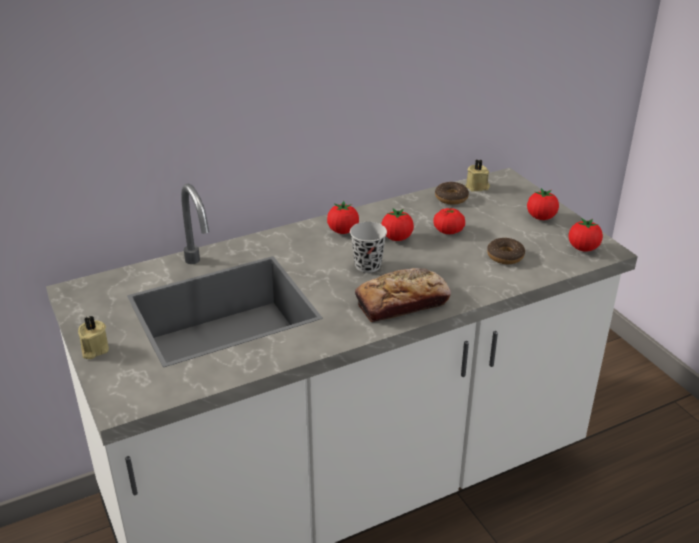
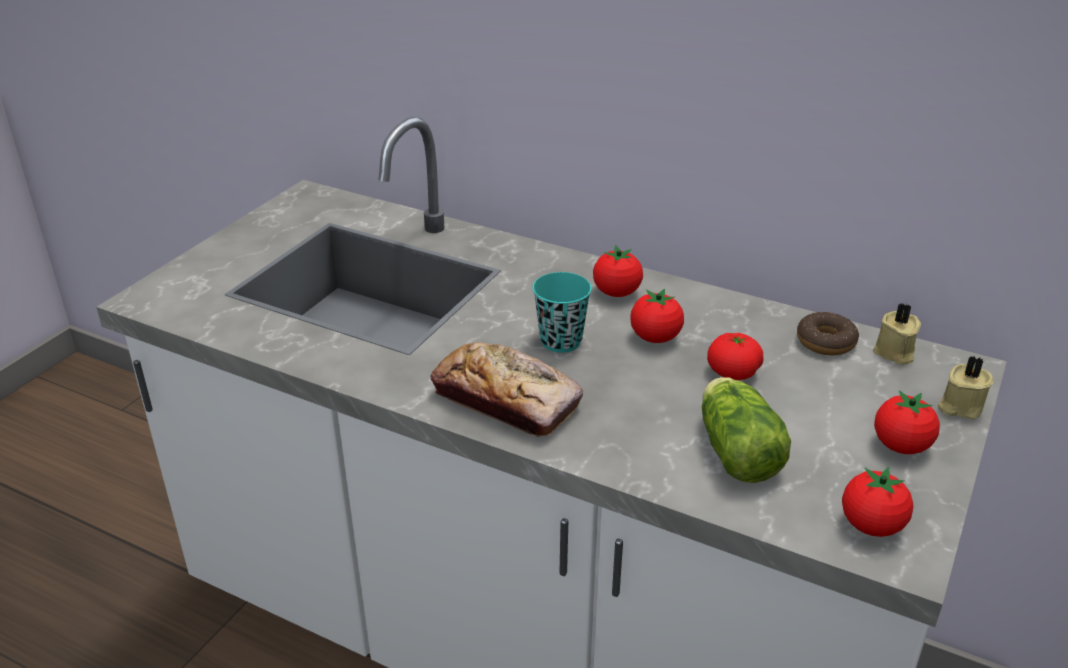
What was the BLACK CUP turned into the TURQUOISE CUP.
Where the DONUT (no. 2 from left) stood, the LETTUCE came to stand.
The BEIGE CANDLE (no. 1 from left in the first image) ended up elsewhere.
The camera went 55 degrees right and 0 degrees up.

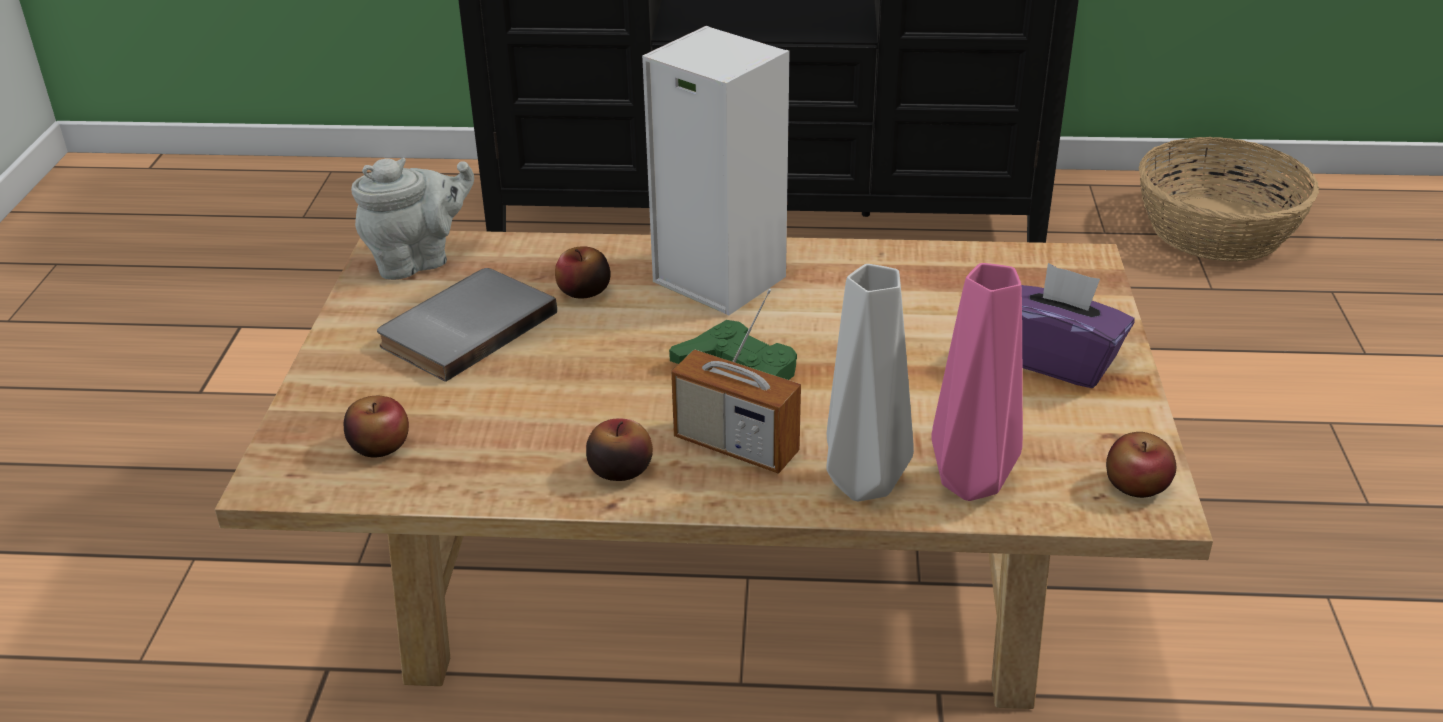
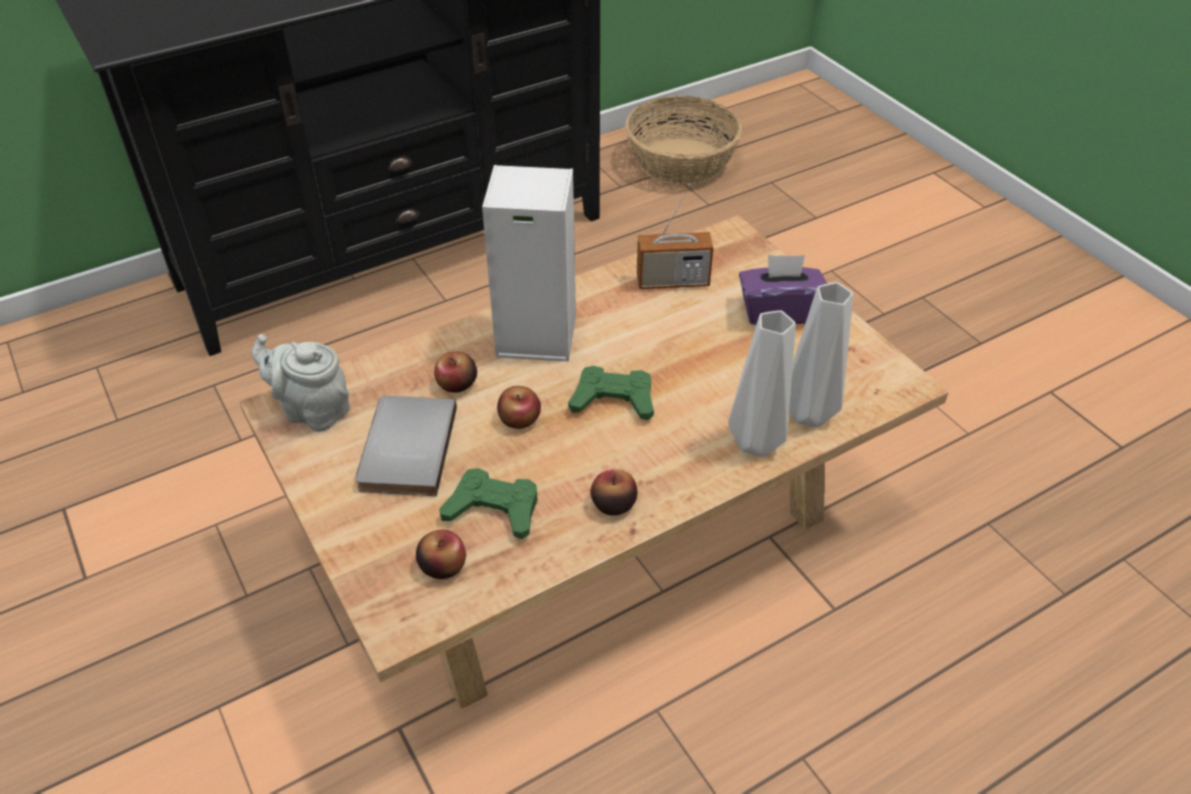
The GREY TEAPOT ended up facing another way, 90 degrees counterclockwise from before.
What was the PINK VASE turned into the GREY VASE (no. 2 from left).
The RADIO ended up elsewhere.
The APPLE (no. 4 from left in the first image) ended up elsewhere.
The second view gained the GREEN GAME CONTROLLER (no. 1 from left).
The camera went 35 degrees left and 10 degrees up.

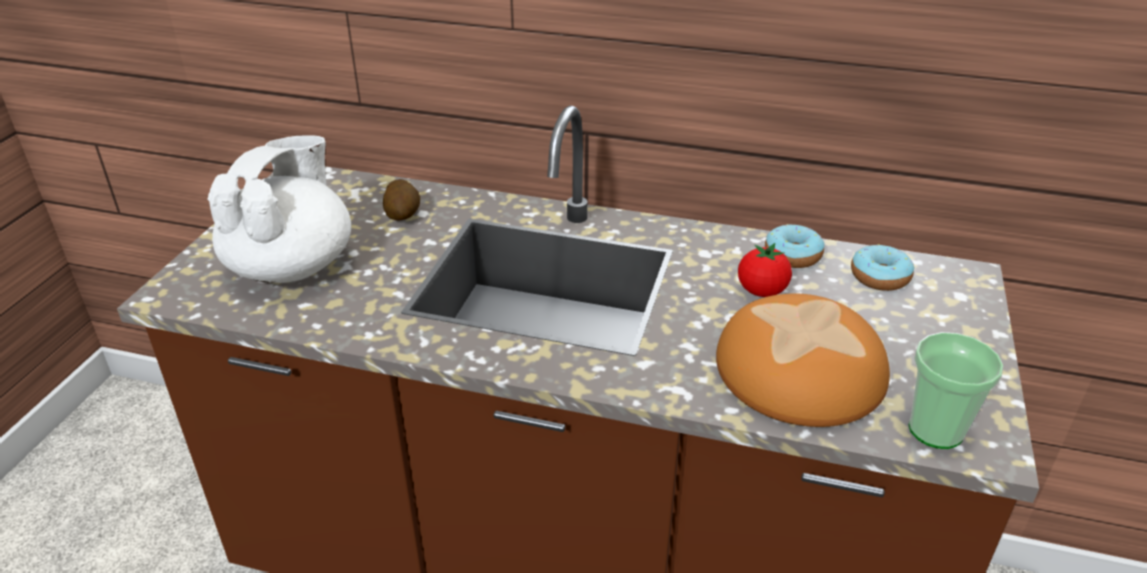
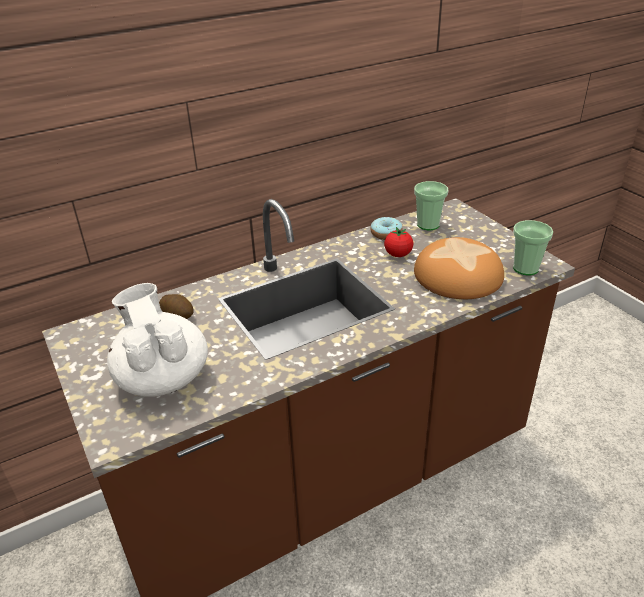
Where the DONUT (no. 2 from left) stood, the CUP (no. 1 from left) came to stand.
The camera went 45 degrees left and 0 degrees up.

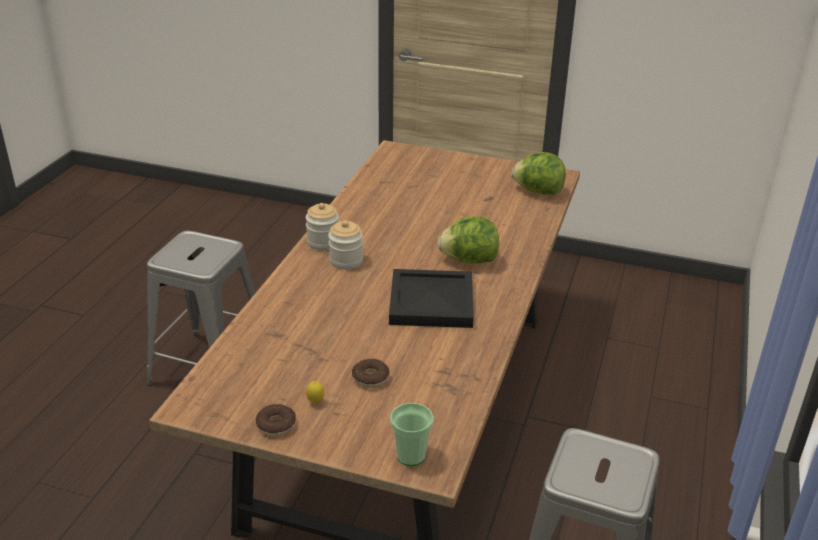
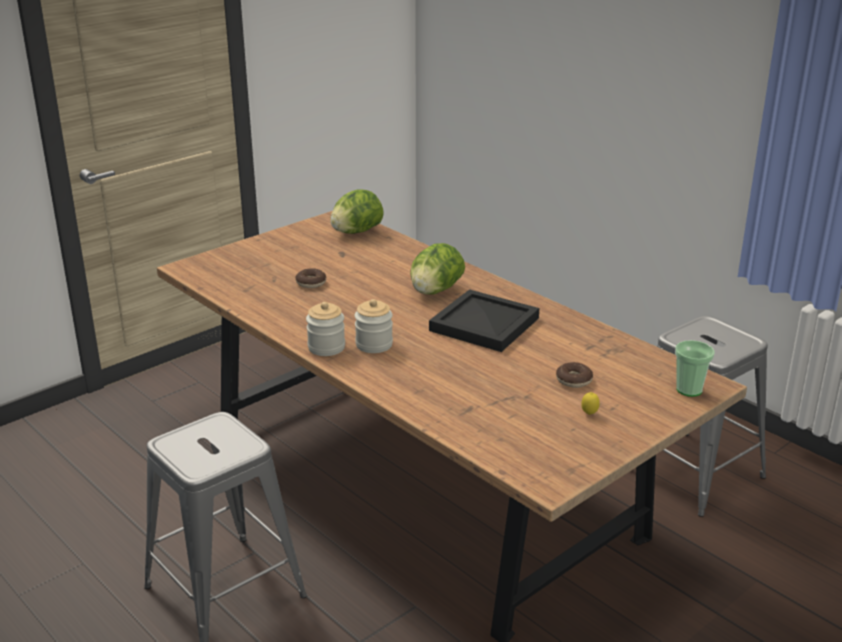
The DONUT (no. 1 from left) ended up elsewhere.
The camera went 60 degrees left and 5 degrees down.

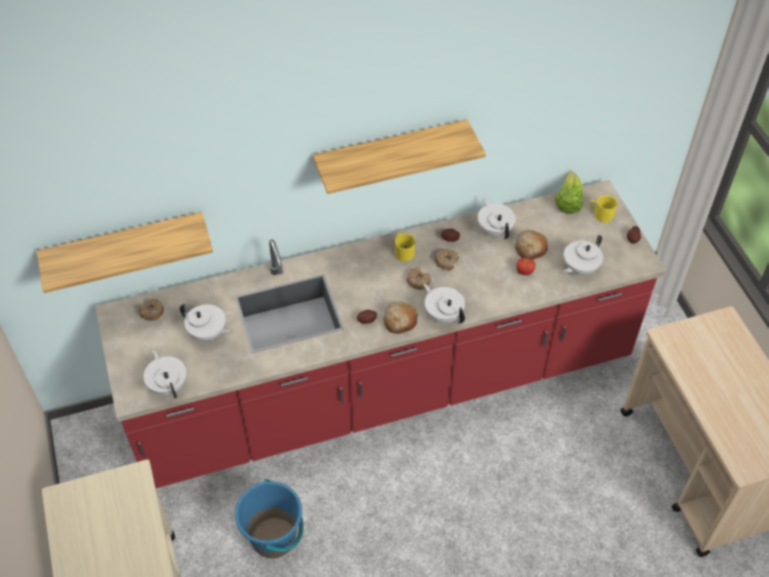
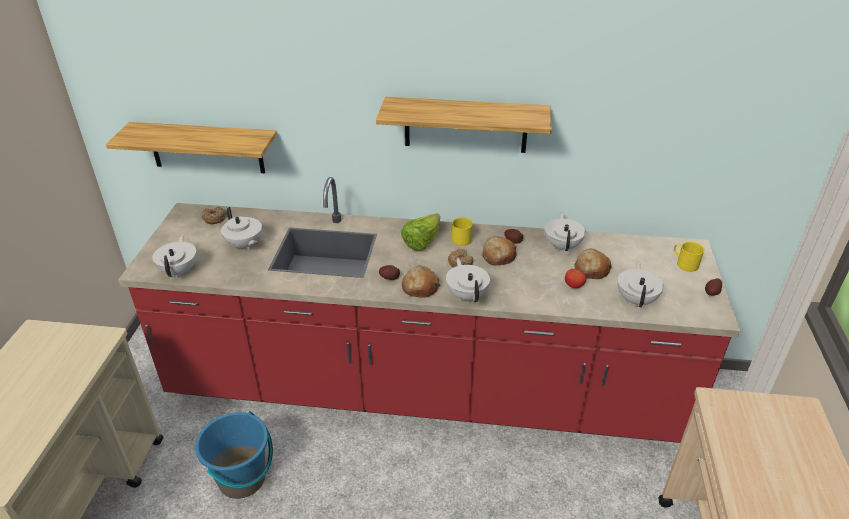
The LETTUCE ended up elsewhere.
The WHITE TEAPOT (no. 5 from left) ended up facing another way, 120 degrees clockwise from before.
Where the DONUT (no. 3 from left) stood, the BREAD (no. 2 from left) came to stand.
The camera went 25 degrees right and 15 degrees down.

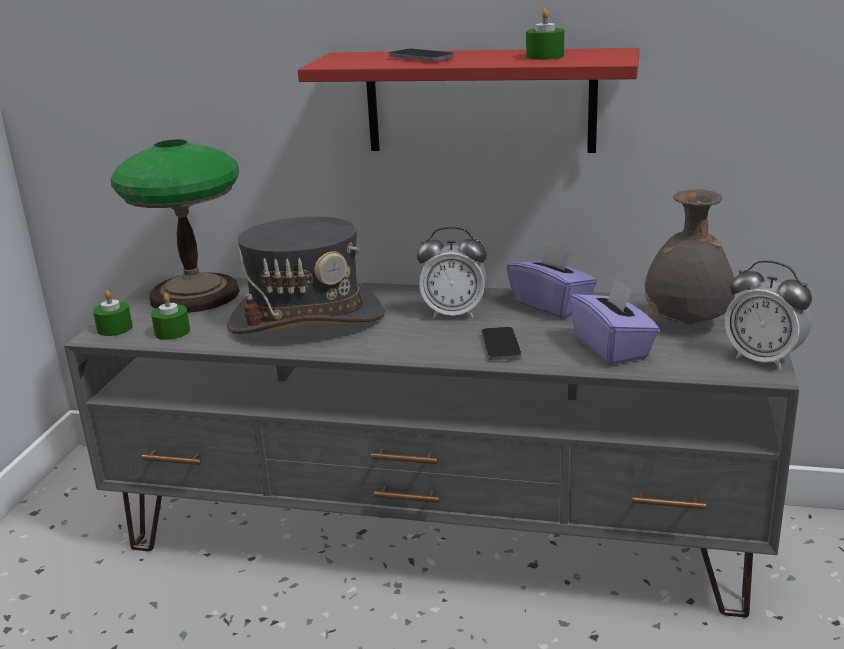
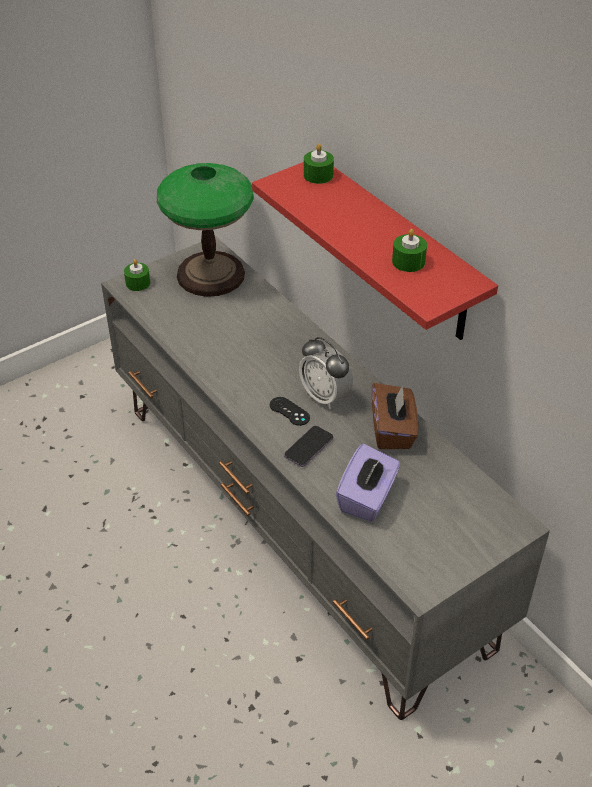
The second view lost the PHONE (no. 1 from left).
The second view lost the GREY VASE.
The second view lost the GREY HAT.
What was the PURPLE TISSUE BOX (no. 1 from left) turned into the BROWN TISSUE BOX.
The second view lost the ALARM CLOCK (no. 2 from left).
The GREEN CANDLE (no. 2 from left) ended up elsewhere.
The second view gained the BLACK GAME CONTROLLER.
The camera went 40 degrees right and 20 degrees up.

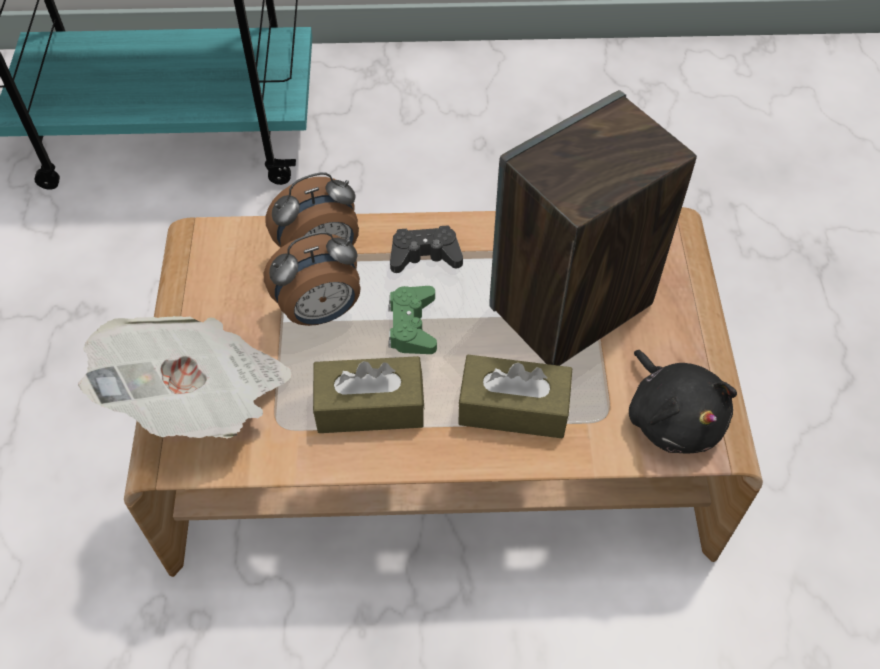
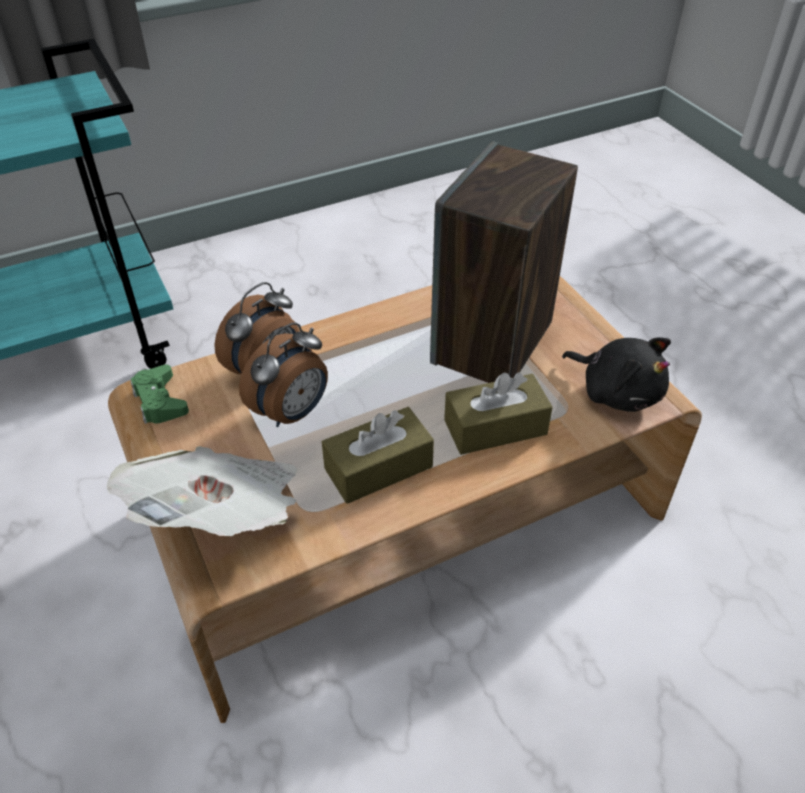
The second view lost the BLACK GAME CONTROLLER.
The GREEN GAME CONTROLLER ended up elsewhere.
The camera went 25 degrees left and 10 degrees down.

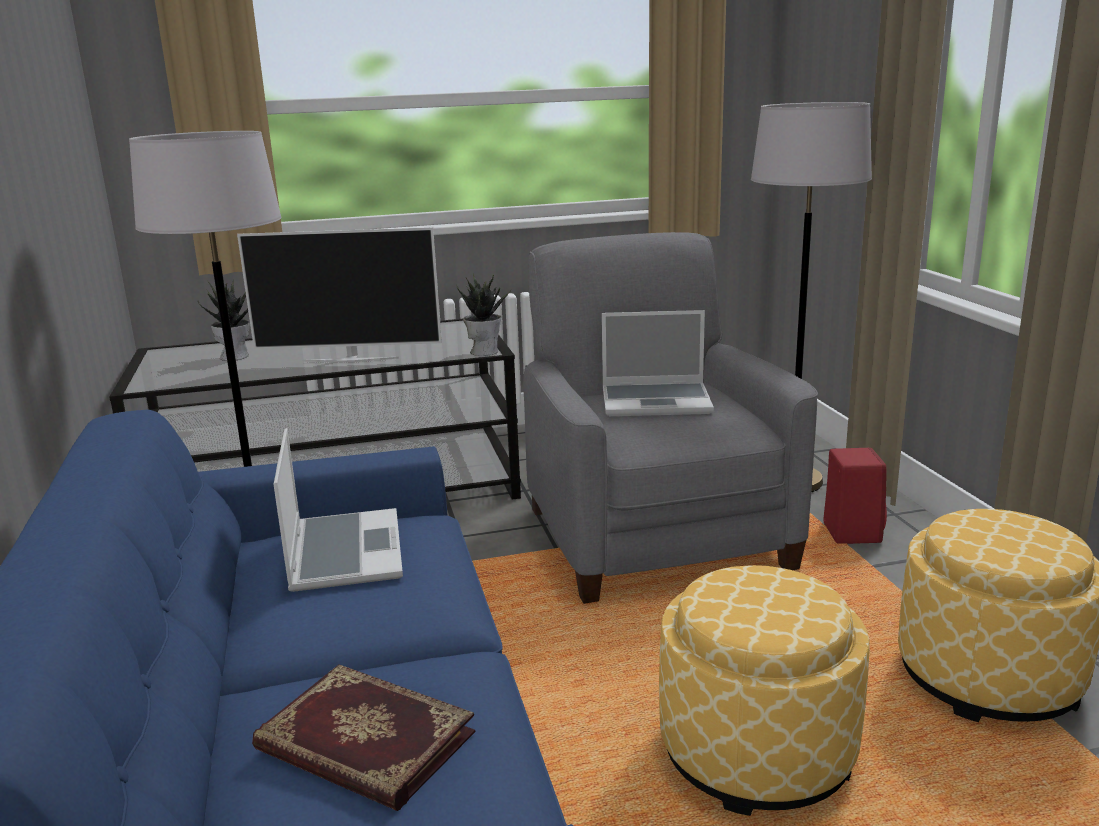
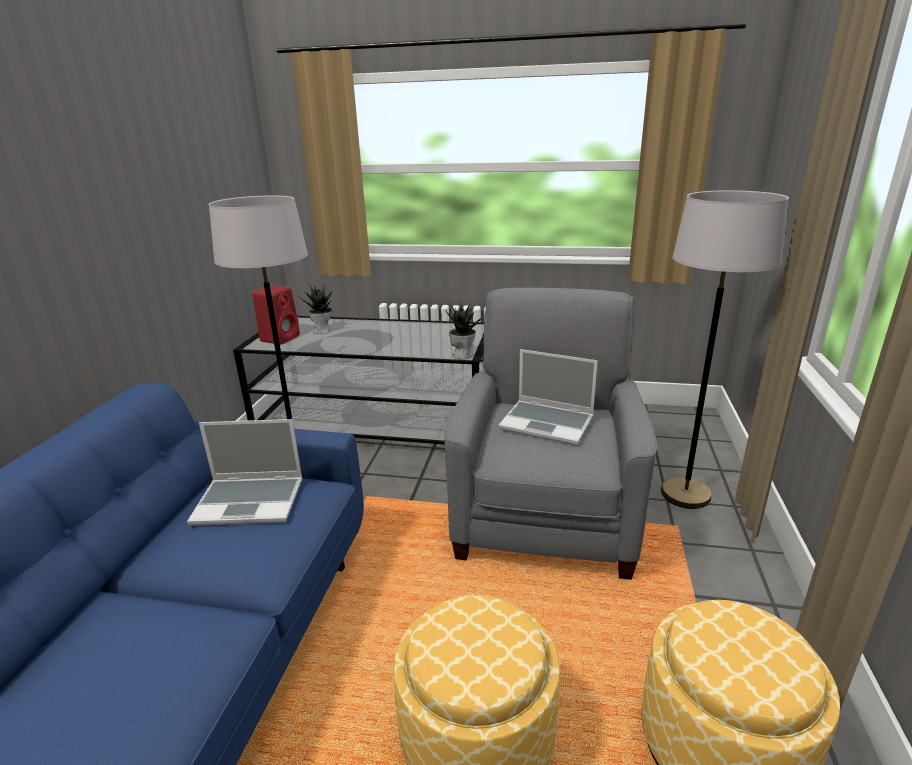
The second view lost the TELEVISION.
The LAPTOP (no. 1 from left) ended up facing another way, 75 degrees clockwise from before.
The RED SPEAKER ended up elsewhere.
The second view lost the BOOK.
The camera went 25 degrees right and 5 degrees up.

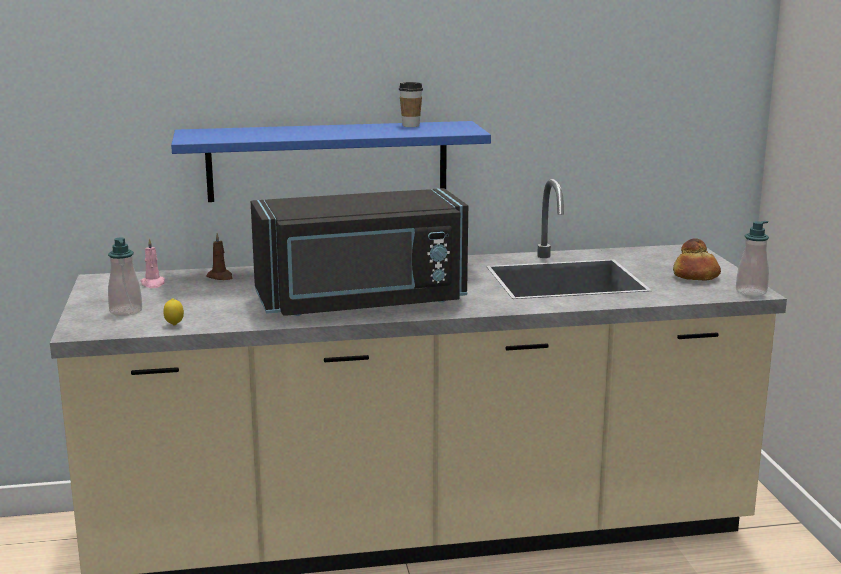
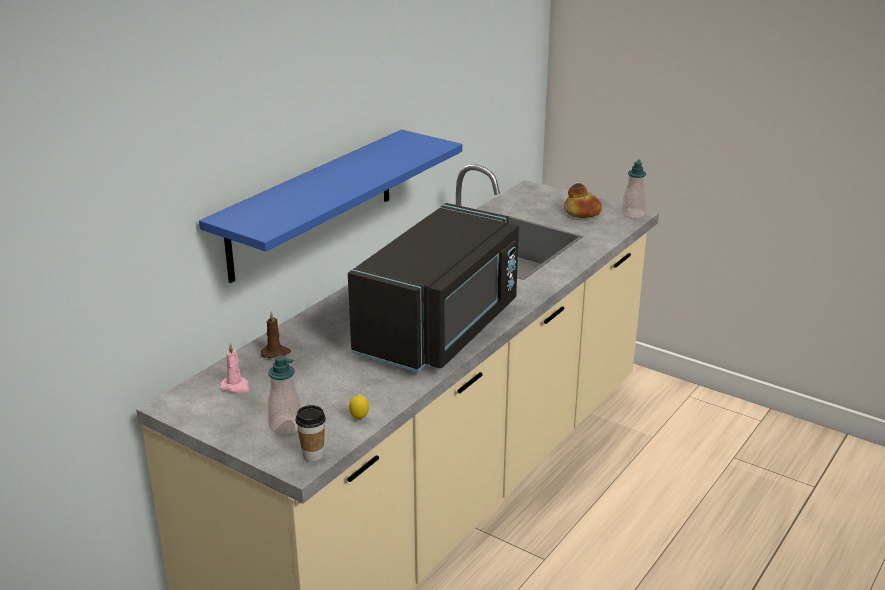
The CUP ended up elsewhere.
The camera went 45 degrees left and 10 degrees up.

